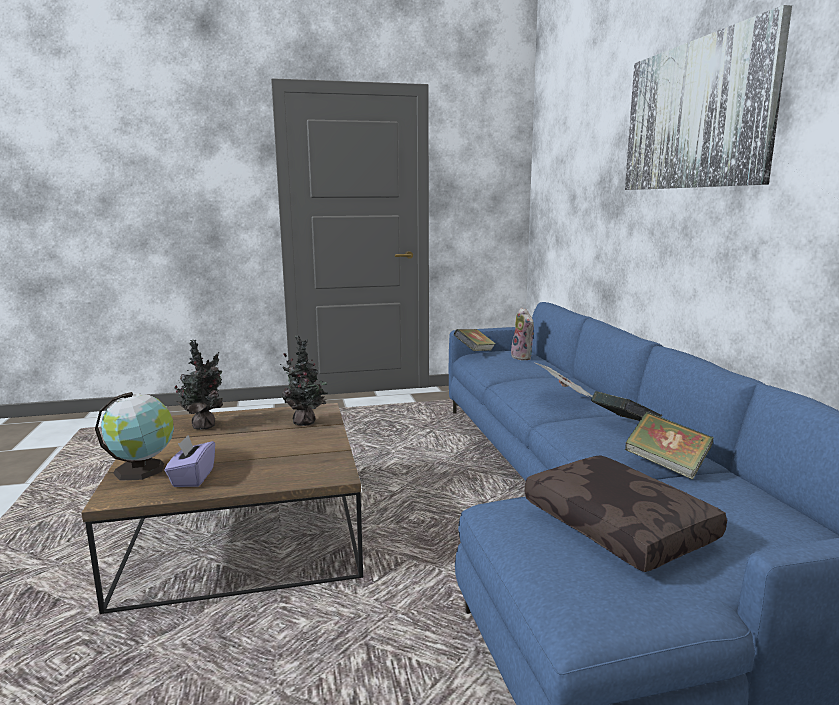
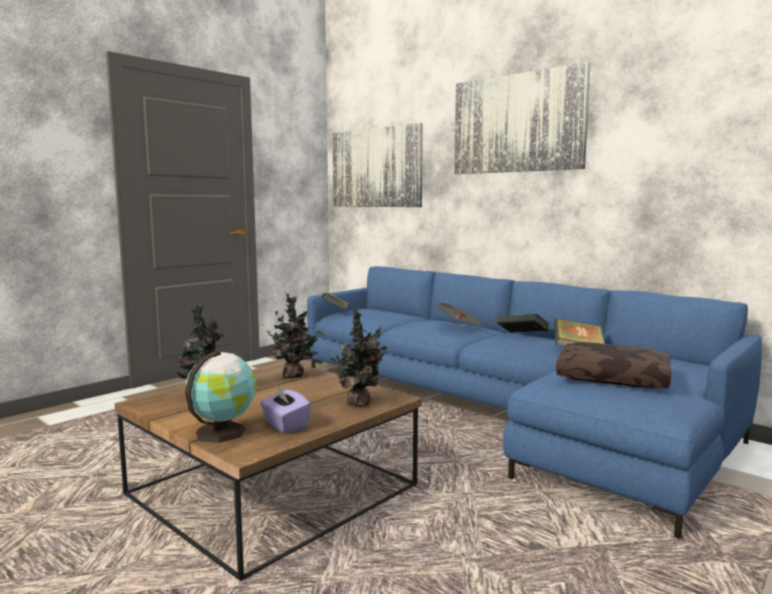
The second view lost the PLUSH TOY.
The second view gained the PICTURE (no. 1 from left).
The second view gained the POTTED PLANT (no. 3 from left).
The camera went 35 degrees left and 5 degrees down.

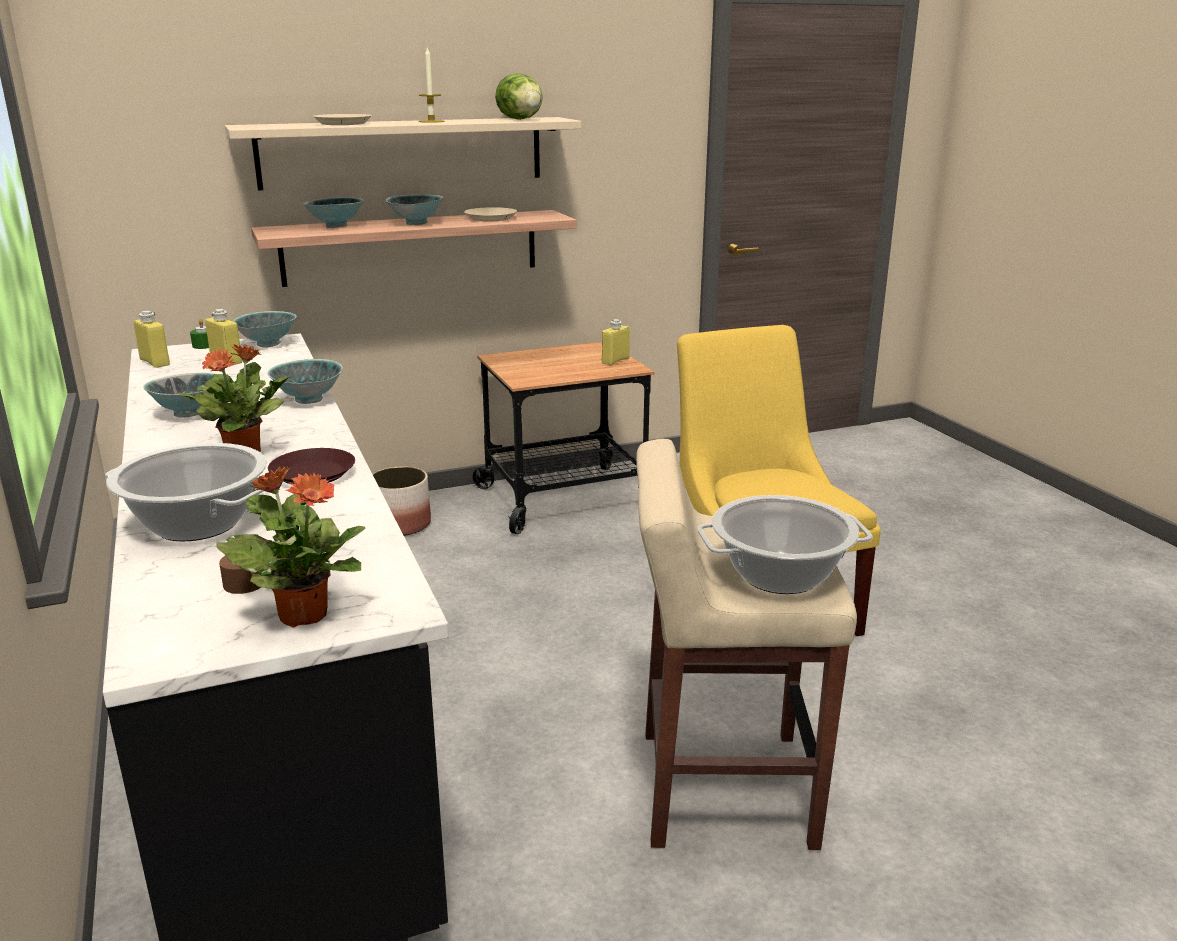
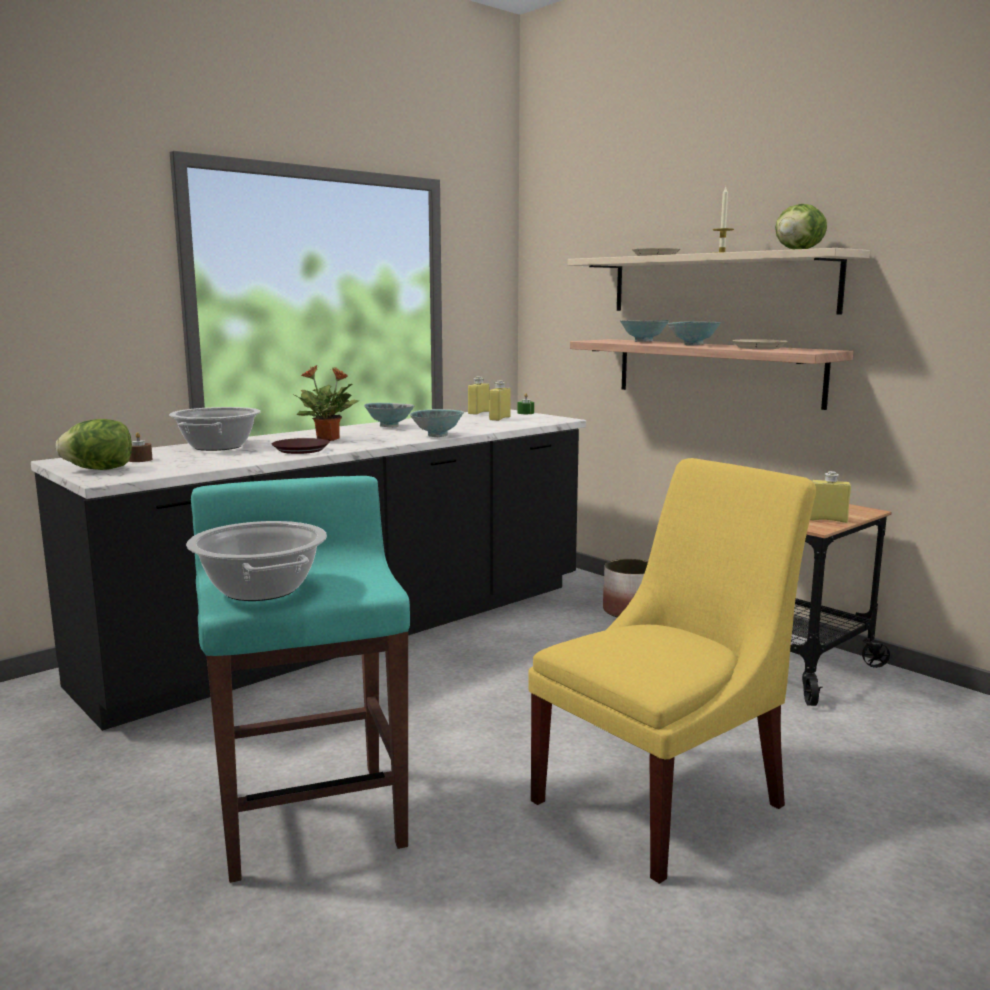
The second view lost the BOWL (no. 2 from left).
What was the BEIGE STOOL turned into the TURQUOISE STOOL.
Where the POTTED PLANT (no. 2 from left) stood, the LETTUCE (no. 1 from left) came to stand.
The camera went 70 degrees right and 10 degrees down.

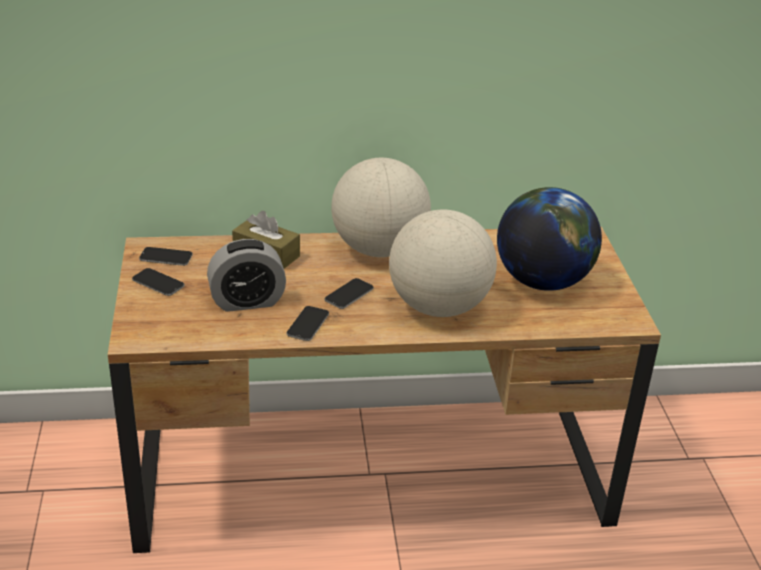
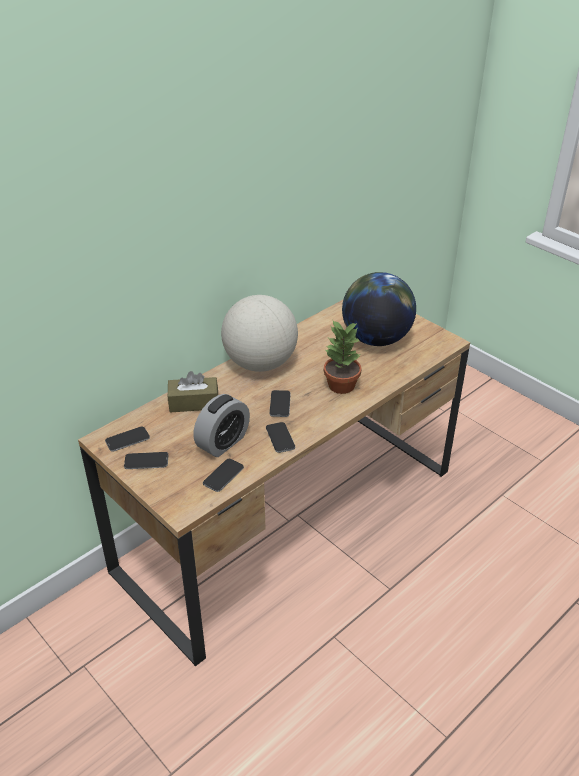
Where the GLOBE (no. 2 from left) stood, the POTTED PLANT came to stand.
The second view gained the PHONE (no. 3 from left).
The camera went 35 degrees left and 5 degrees up.

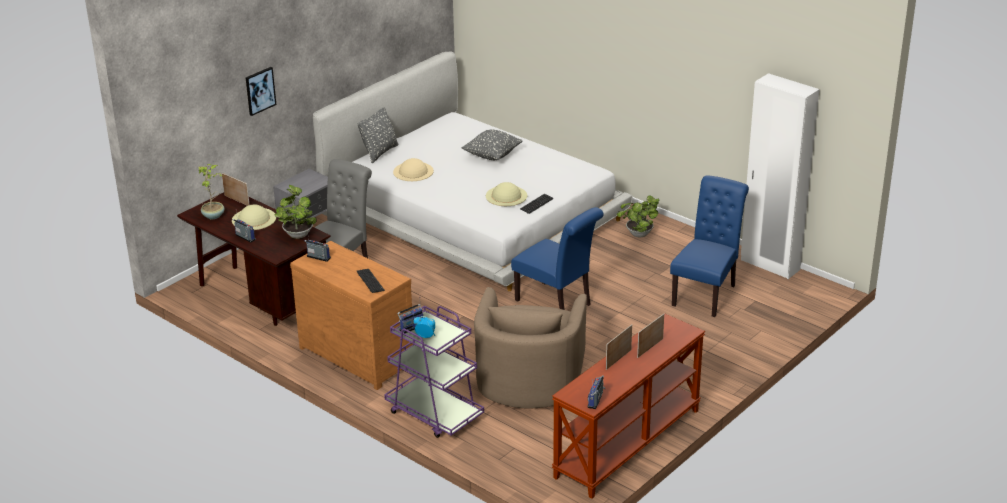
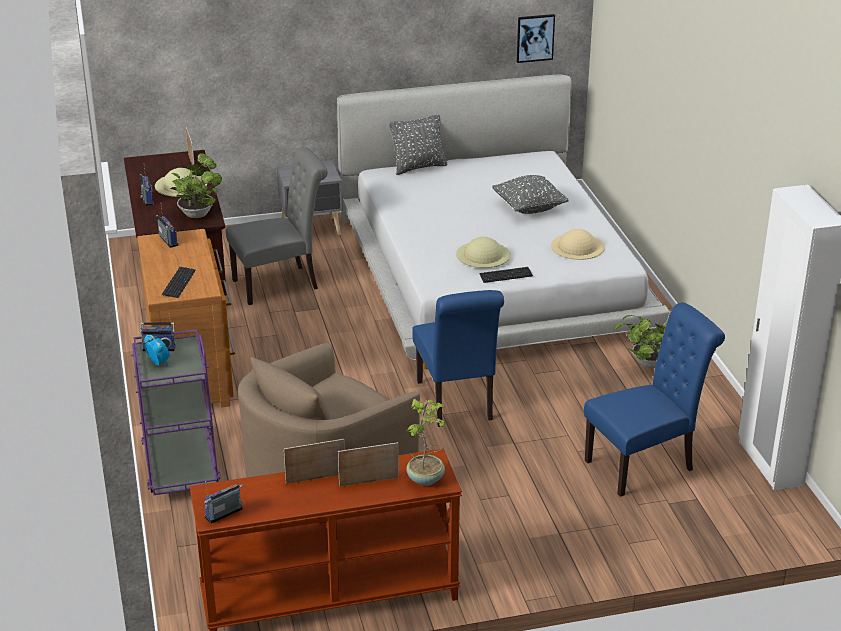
The PICTURE ended up elsewhere.
The BEIGE HAT (no. 2 from left in the first image) ended up elsewhere.
The POTTED PLANT (no. 1 from left in the first image) ended up elsewhere.
The camera went 35 degrees right and 0 degrees up.

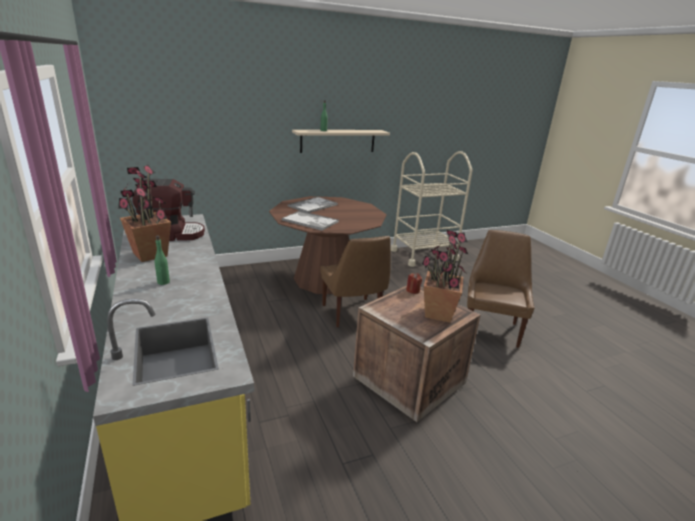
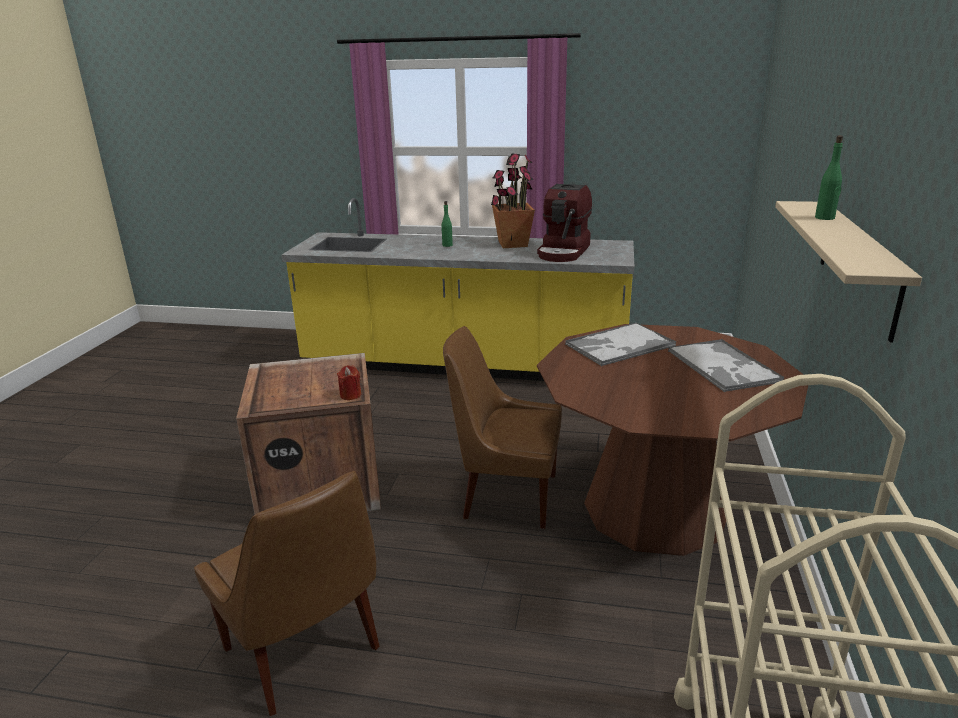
The second view lost the POTTED PLANT (no. 2 from left).
The camera went 125 degrees right and 0 degrees up.

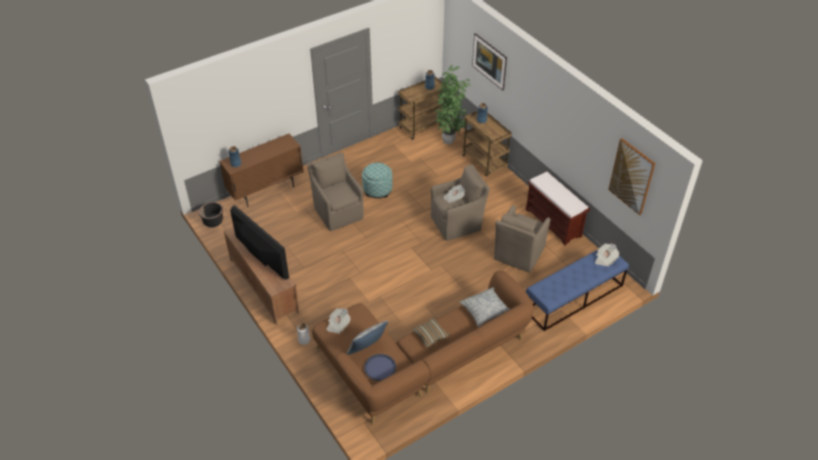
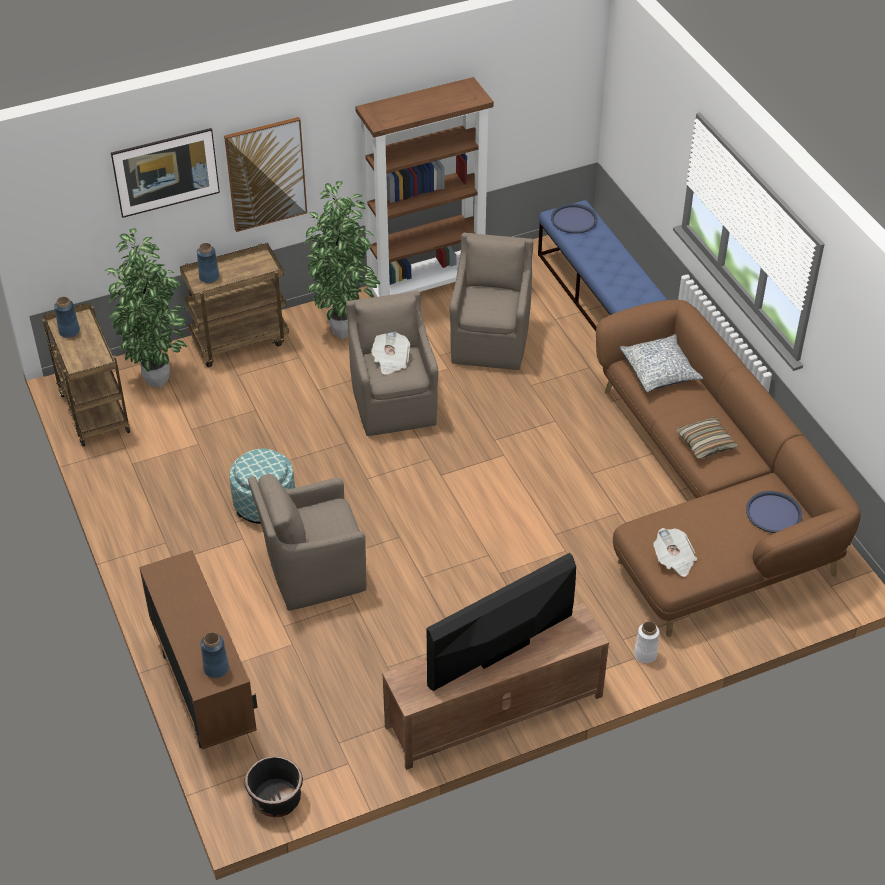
The PICTURE (no. 2 from left) ended up elsewhere.
Where the BROWN BENCH stood, the BROWN BOOKCASE came to stand.
The BROWN ARMCHAIR (no. 3 from left) ended up facing another way, 120 degrees counterclockwise from before.
Where the NEWSPAPER (no. 3 from left) stood, the BLUE TRAY (no. 1 from left) came to stand.
The second view lost the PILLOW (no. 1 from left).
The second view gained the POTTED PLANT (no. 2 from left).
The camera went 80 degrees left and 0 degrees up.

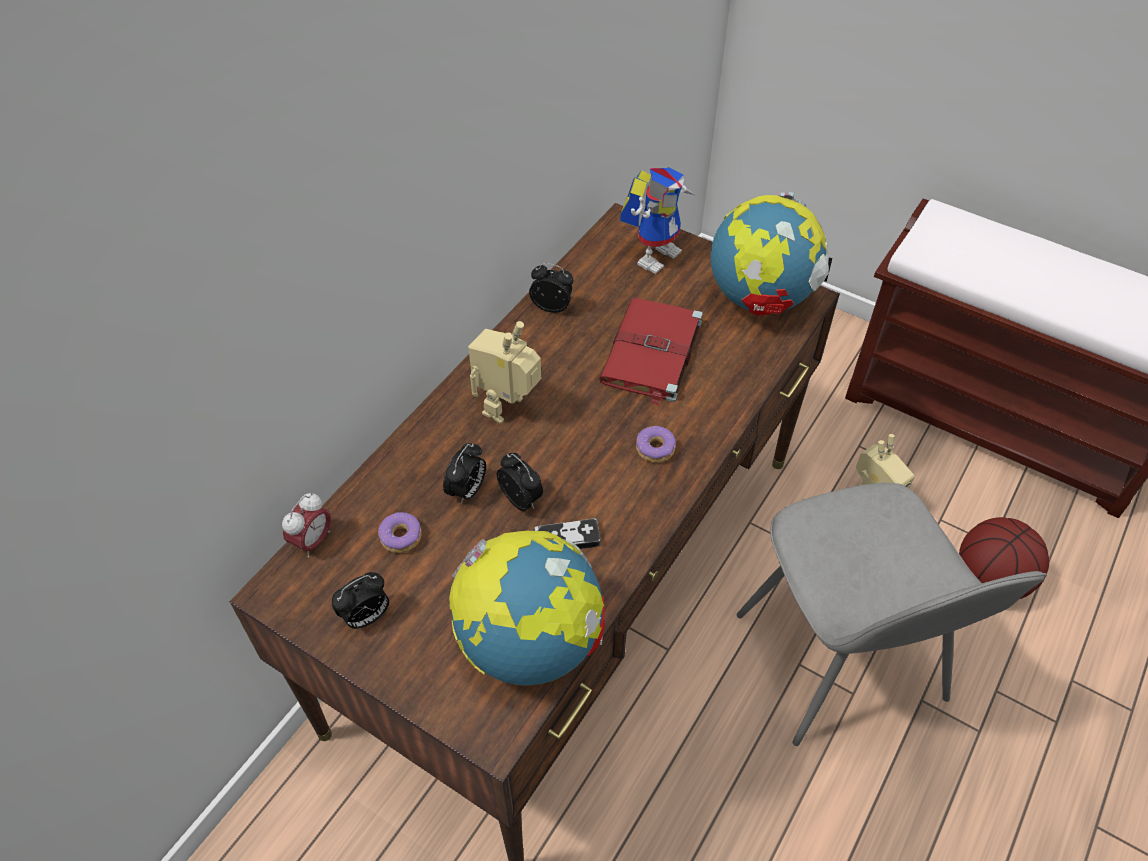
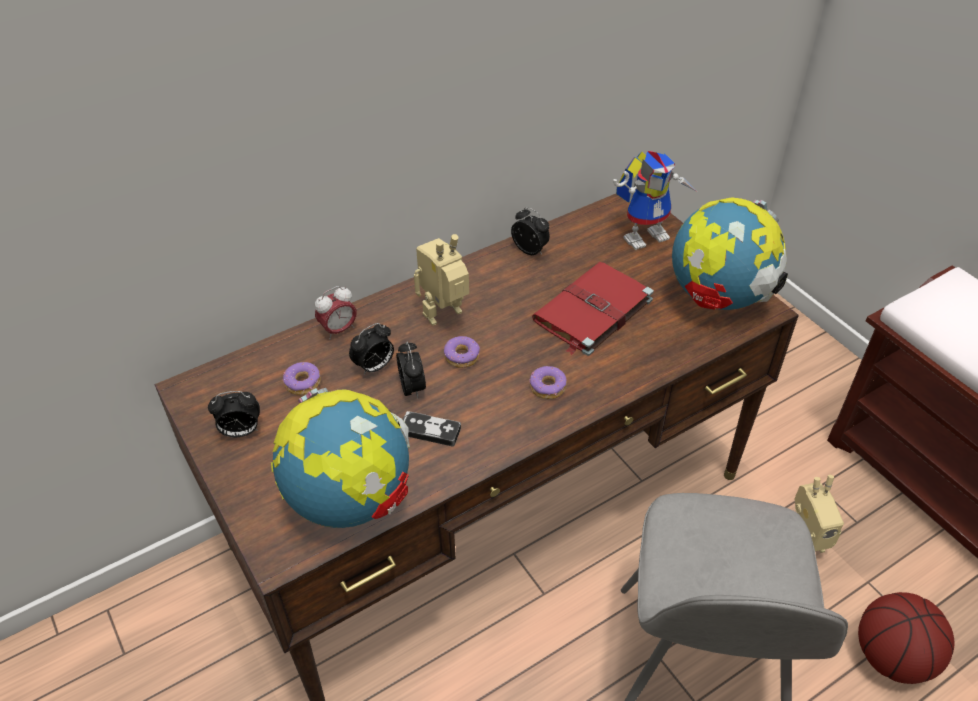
The ALARM CLOCK (no. 1 from left in the first image) ended up elsewhere.
The second view gained the DONUT (no. 2 from left).
The camera went 25 degrees right and 5 degrees down.

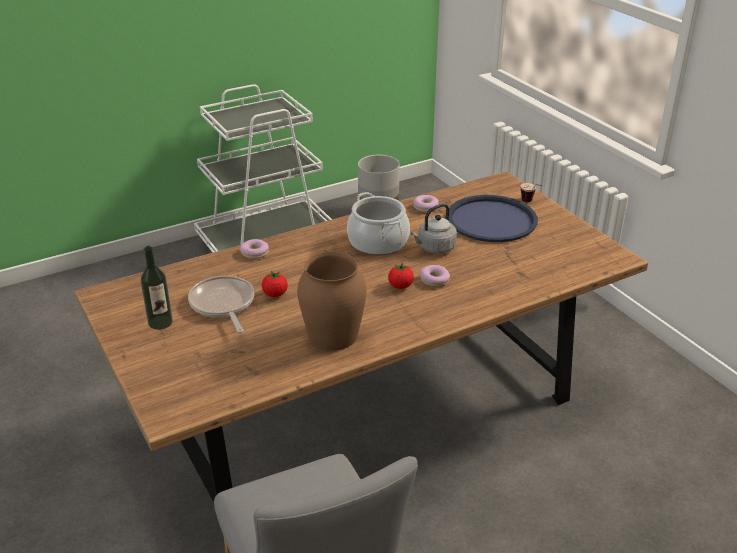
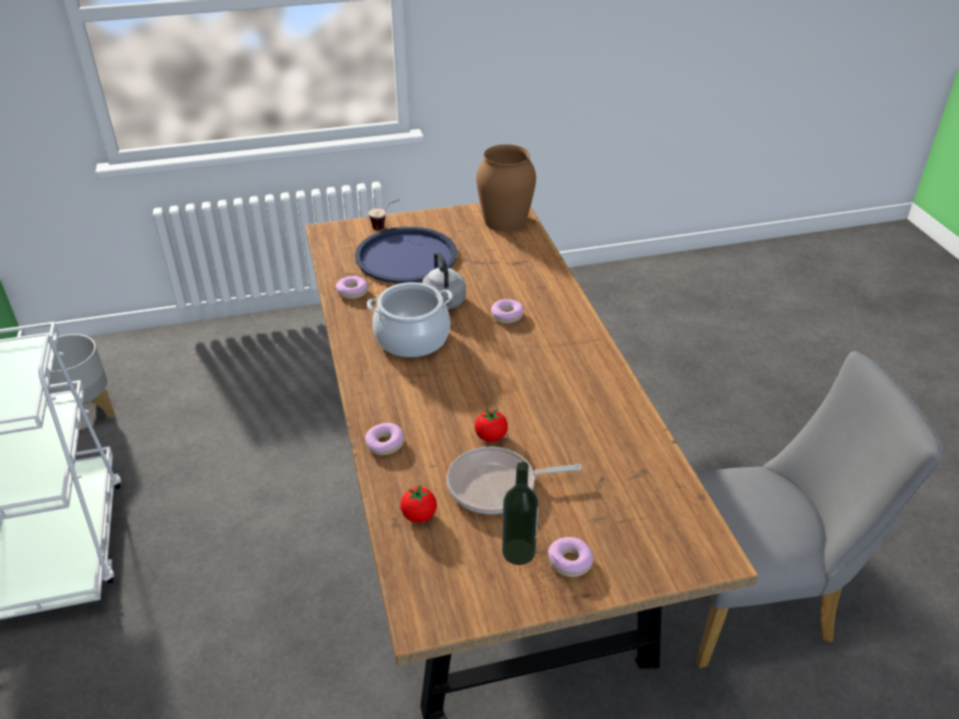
The BROWN VASE ended up elsewhere.
The TOMATO (no. 2 from left in the first image) ended up elsewhere.
The second view gained the DONUT (no. 4 from left).
The camera went 75 degrees left and 5 degrees up.

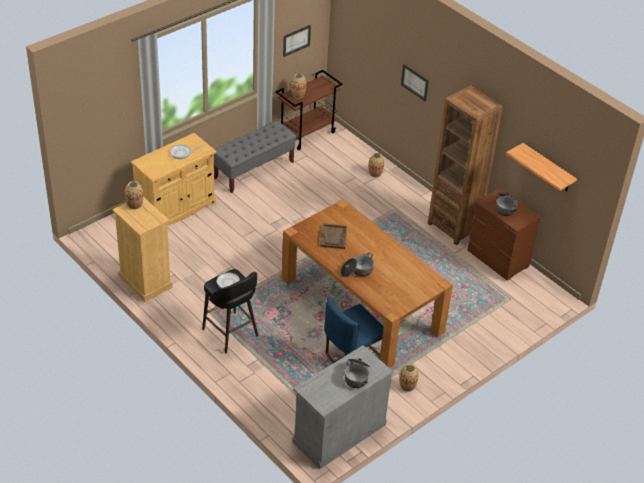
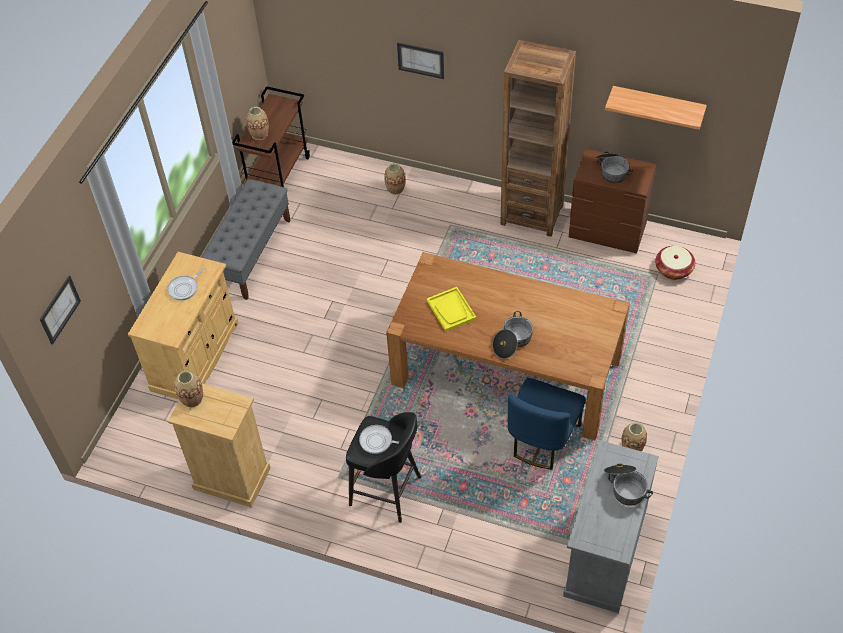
The PICTURE (no. 1 from left) ended up elsewhere.
What was the BROWN TRAY turned into the YELLOW TRAY.
The second view gained the BASKET.
The camera went 25 degrees left and 10 degrees up.

